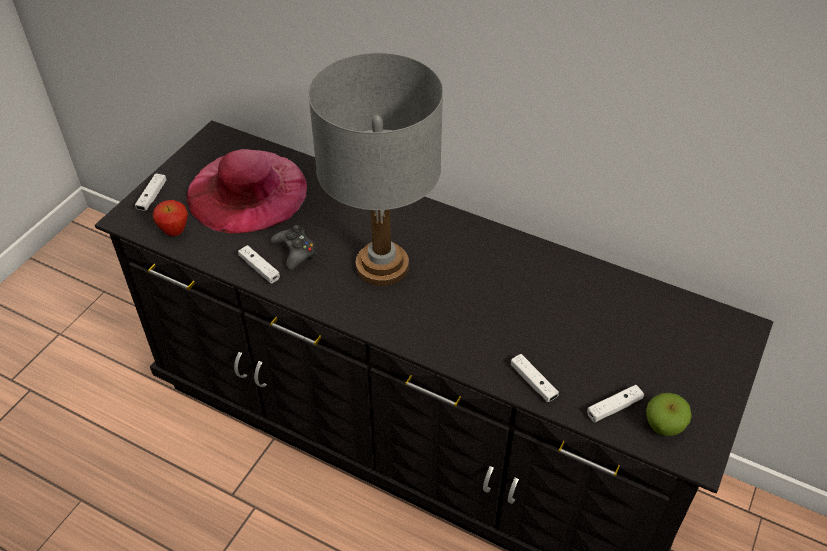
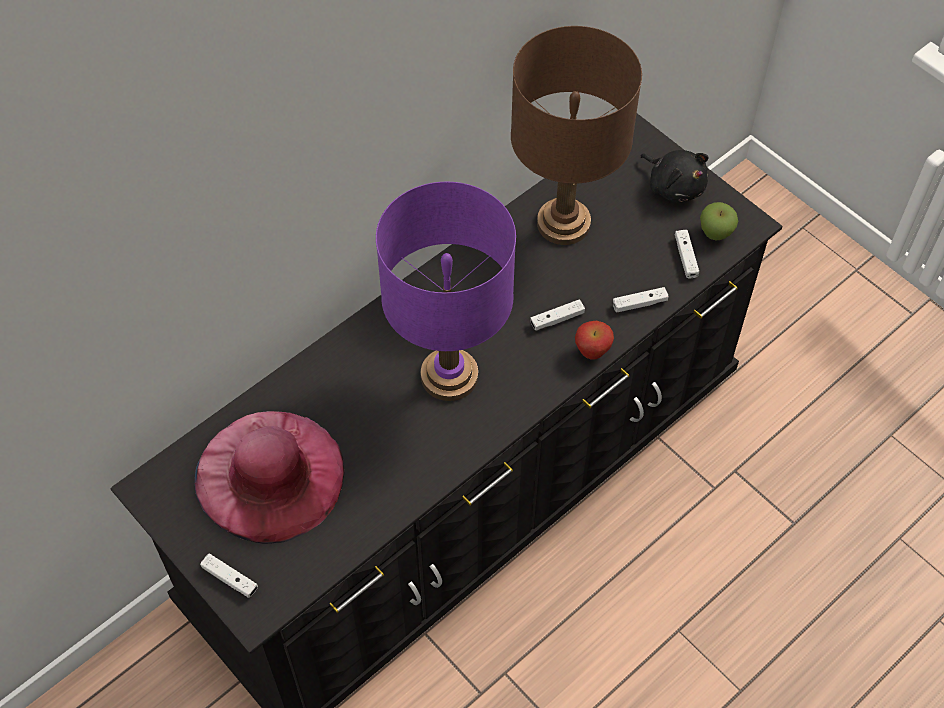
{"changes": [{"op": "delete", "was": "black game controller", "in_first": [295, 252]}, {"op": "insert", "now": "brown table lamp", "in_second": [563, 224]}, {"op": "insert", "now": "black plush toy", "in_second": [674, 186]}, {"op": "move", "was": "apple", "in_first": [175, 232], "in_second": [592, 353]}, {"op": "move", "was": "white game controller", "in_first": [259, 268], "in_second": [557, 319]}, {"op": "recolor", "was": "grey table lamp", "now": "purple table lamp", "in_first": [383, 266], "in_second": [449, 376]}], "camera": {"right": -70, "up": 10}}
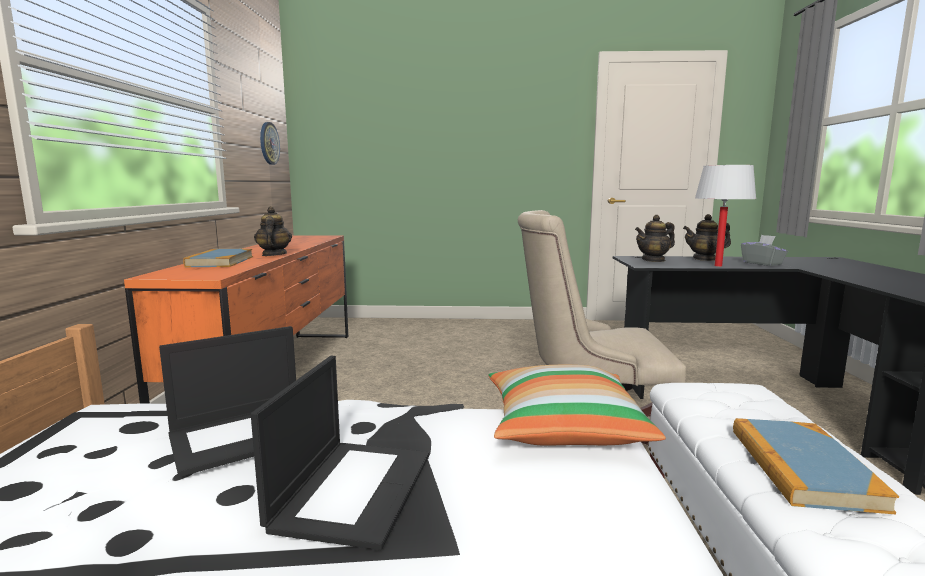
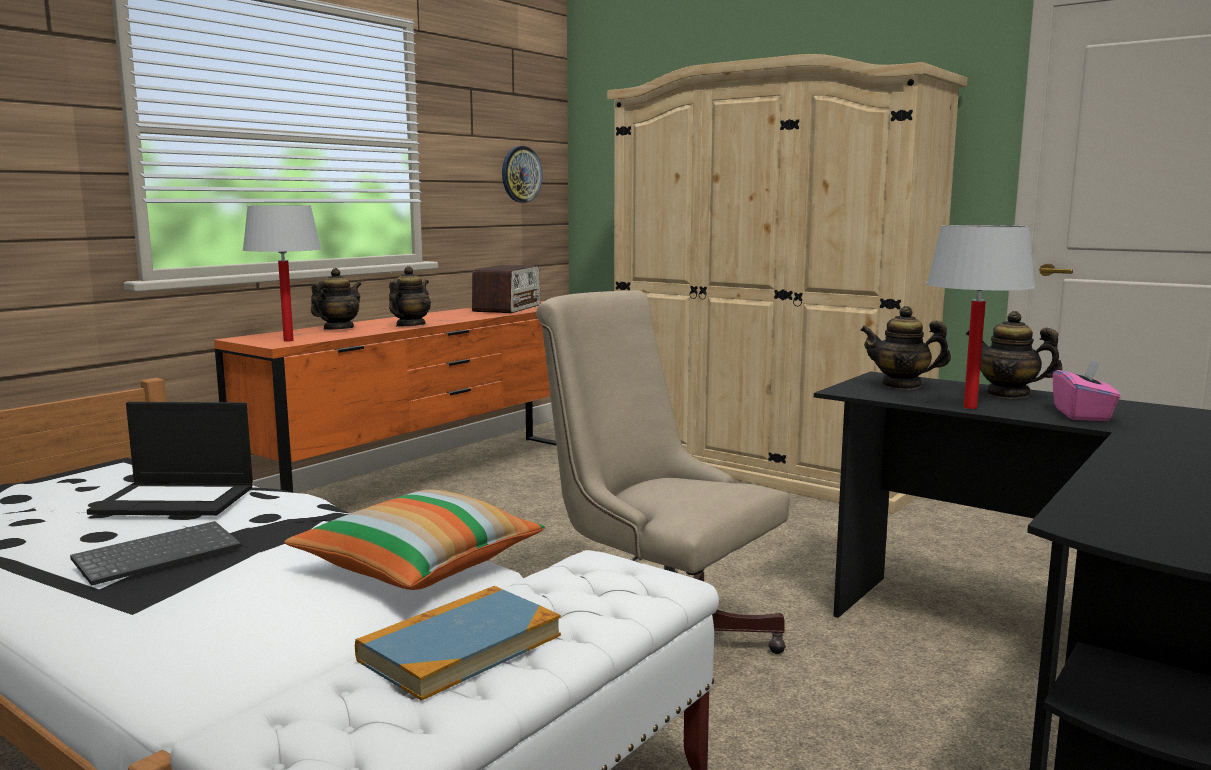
{"changes": [{"op": "insert", "now": "white table lamp", "in_second": [288, 341]}, {"op": "insert", "now": "radio", "in_second": [507, 308]}, {"op": "insert", "now": "beige wardrobe", "in_second": [764, 468]}, {"op": "replace", "was": "book", "now": "teapot", "in_first": [220, 261], "in_second": [338, 329]}, {"op": "replace", "was": "laptop", "now": "keyboard", "in_first": [353, 489], "in_second": [159, 555]}, {"op": "recolor", "was": "grey tissue box", "now": "pink tissue box", "in_first": [762, 263], "in_second": [1082, 415]}], "camera": {"right": 35, "up": 0}}
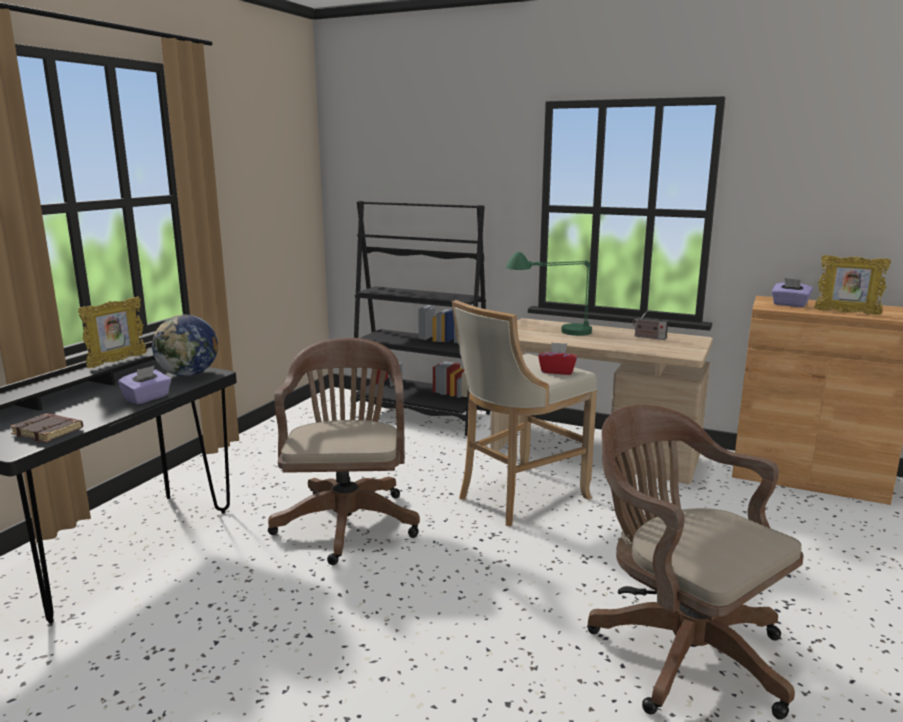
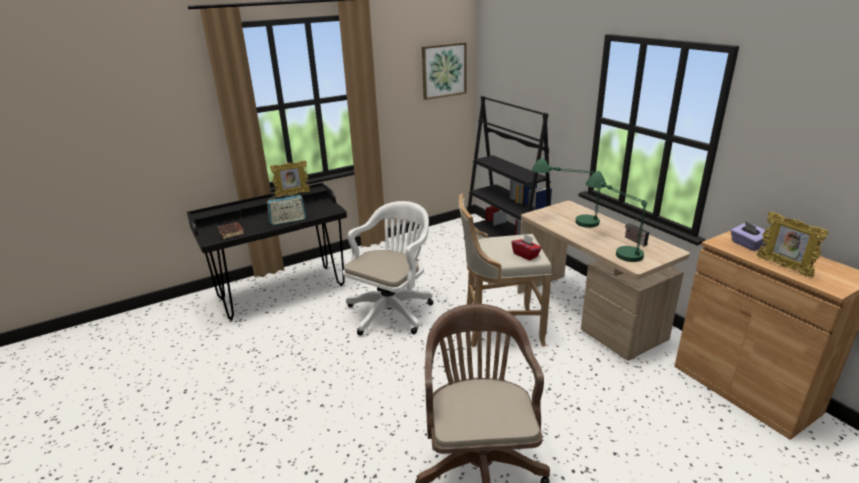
{"changes": [{"op": "delete", "was": "globe", "in_first": [188, 375]}, {"op": "insert", "now": "picture", "in_second": [443, 70]}, {"op": "insert", "now": "green table lamp", "in_second": [612, 246]}, {"op": "replace", "was": "purple tissue box", "now": "radio", "in_first": [147, 398], "in_second": [288, 221]}, {"op": "recolor", "was": "brown office chair", "now": "white office chair", "in_first": [347, 520], "in_second": [392, 310]}], "camera": {"right": 35, "up": 10}}
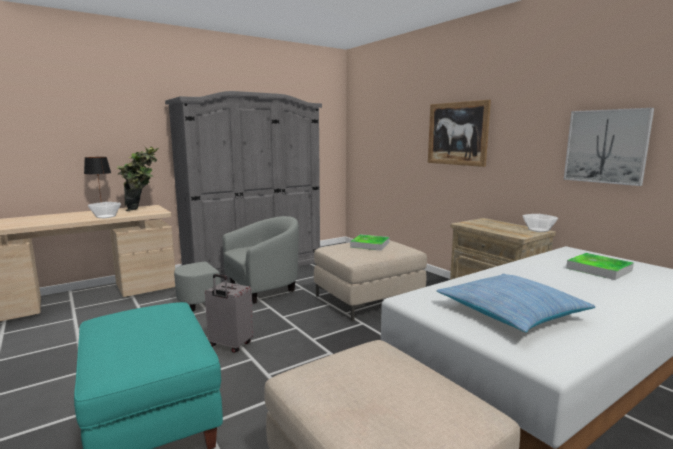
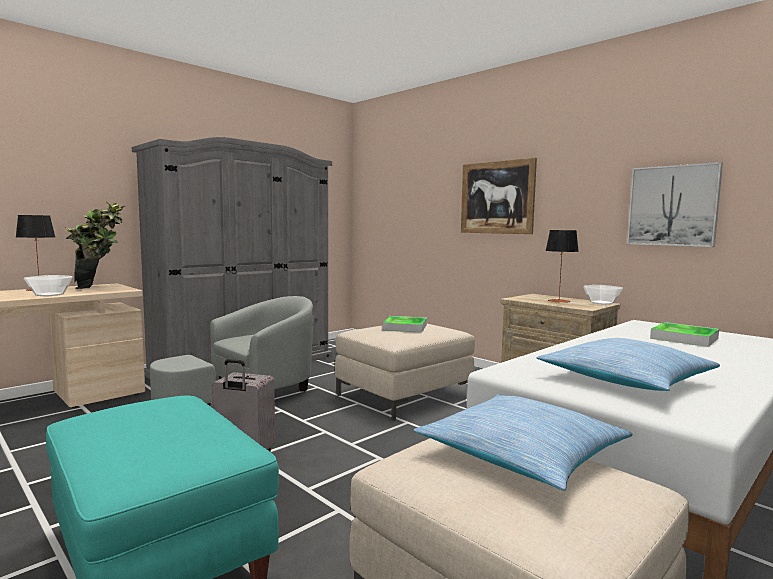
{"changes": [{"op": "insert", "now": "pillow", "in_second": [521, 454]}, {"op": "insert", "now": "table lamp", "in_second": [559, 301]}], "camera": {"right": -10, "up": -5}}
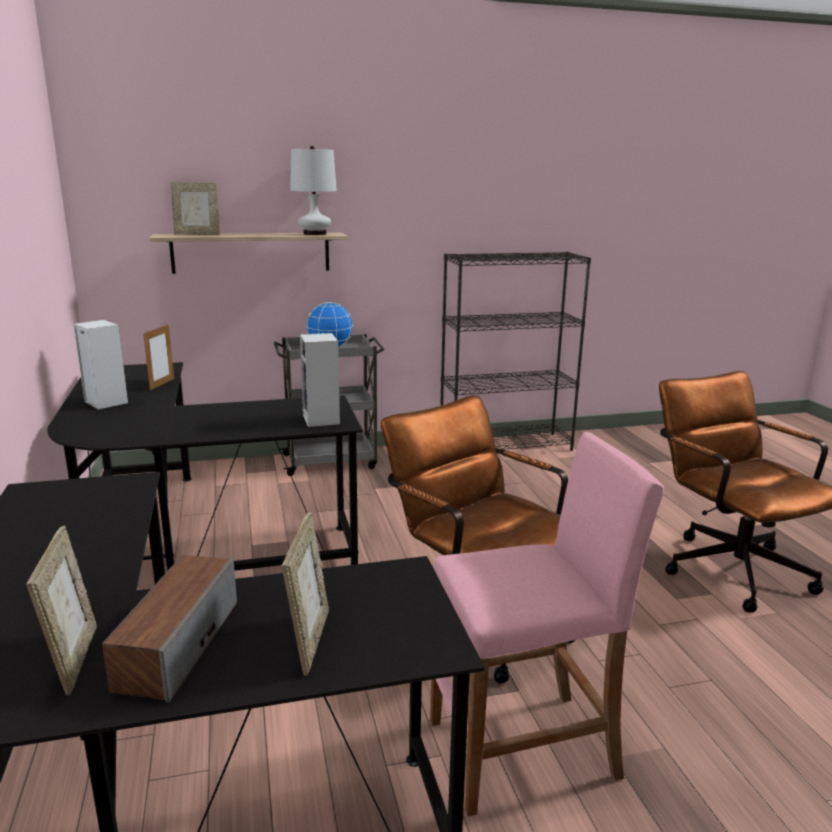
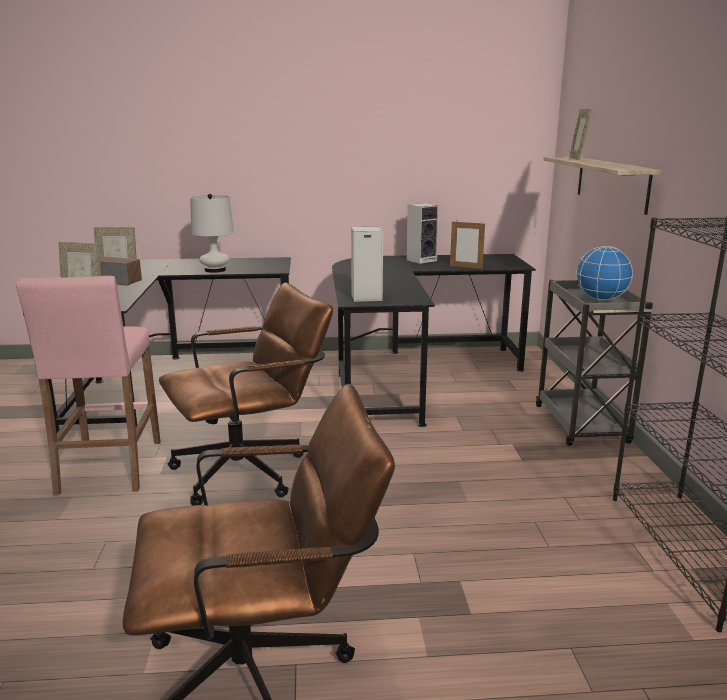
{"changes": [{"op": "move", "was": "white table lamp", "in_first": [315, 234], "in_second": [215, 270]}], "camera": {"right": 100, "up": 0}}
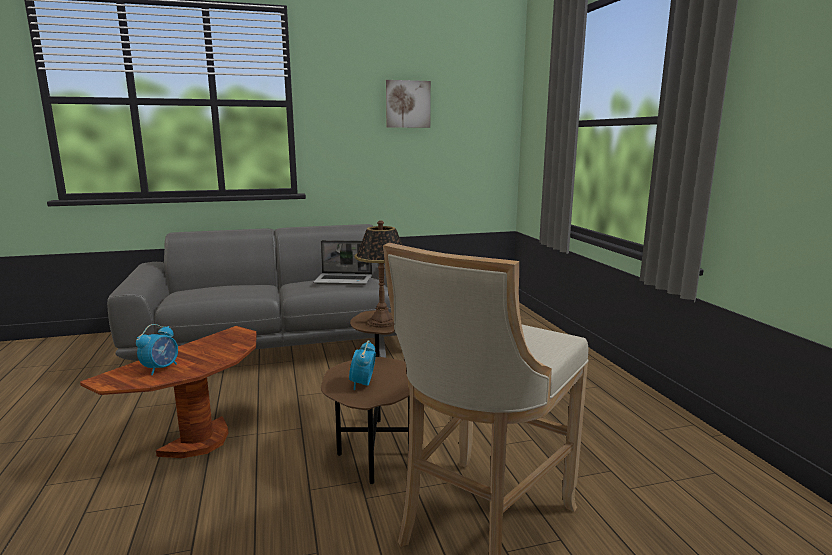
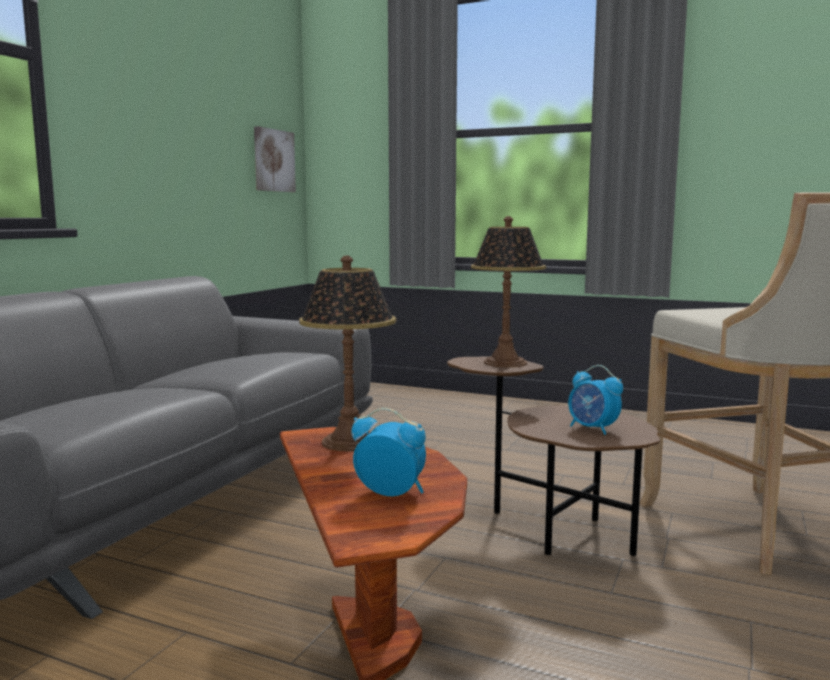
{"changes": [{"op": "delete", "was": "laptop", "in_first": [344, 280]}, {"op": "insert", "now": "table lamp", "in_second": [349, 442]}, {"op": "move", "was": "picture", "in_first": [407, 104], "in_second": [273, 160]}, {"op": "rotate", "was": "alarm clock", "in_first": [161, 368], "in_second": [391, 493], "clockwise": -45}], "camera": {"right": -50, "up": -5}}
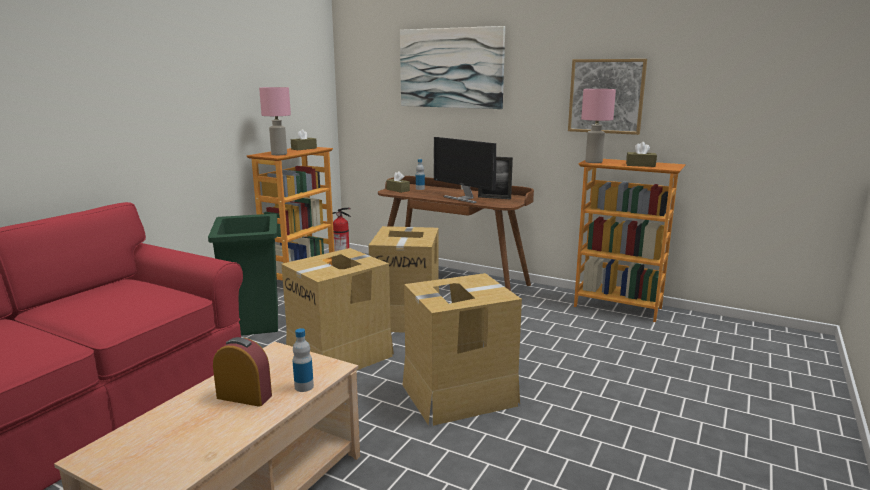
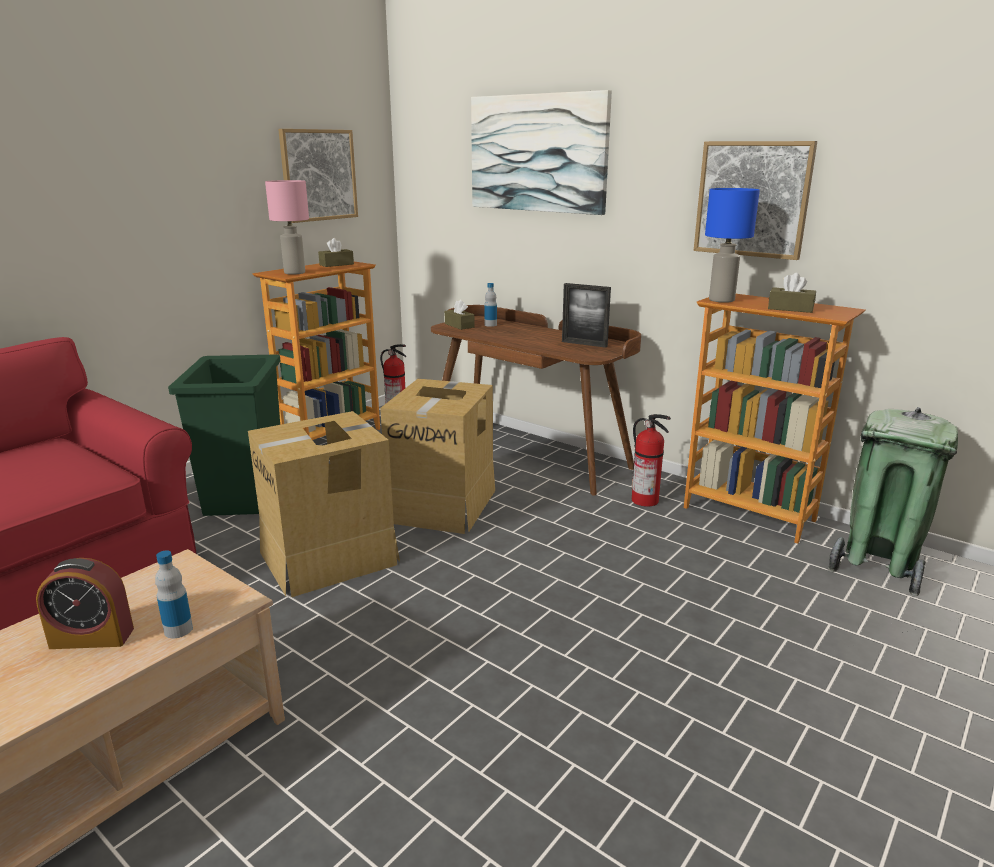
{"changes": [{"op": "delete", "was": "cardboard box", "in_first": [458, 394]}, {"op": "delete", "was": "monitor", "in_first": [463, 198]}, {"op": "insert", "now": "picture", "in_second": [318, 175]}, {"op": "insert", "now": "fire extinguisher", "in_second": [646, 500]}, {"op": "insert", "now": "green trash can", "in_second": [878, 565]}, {"op": "recolor", "was": "pink table lamp", "now": "blue table lamp", "in_first": [593, 162], "in_second": [720, 300]}, {"op": "rotate", "was": "alarm clock", "in_first": [244, 397], "in_second": [92, 638], "clockwise": 150}], "camera": {"right": 10, "up": 5}}
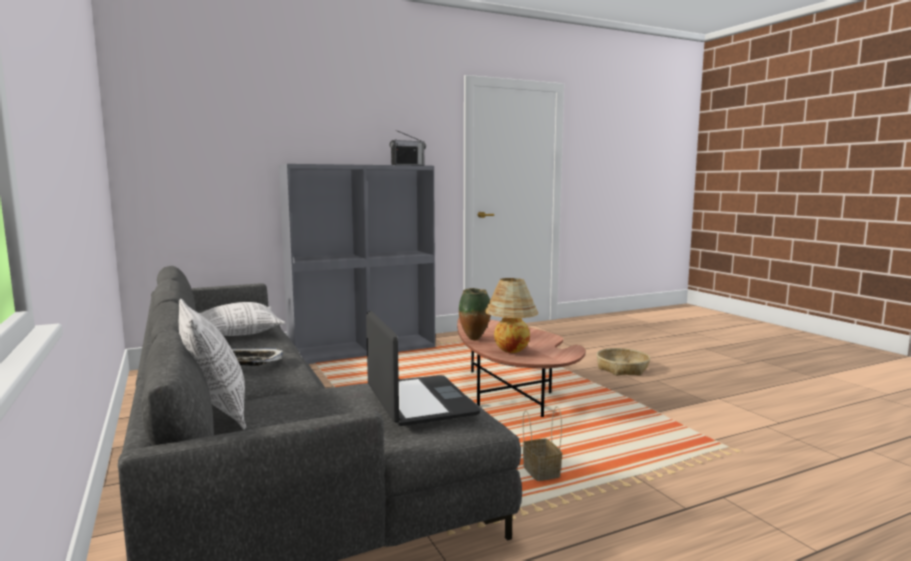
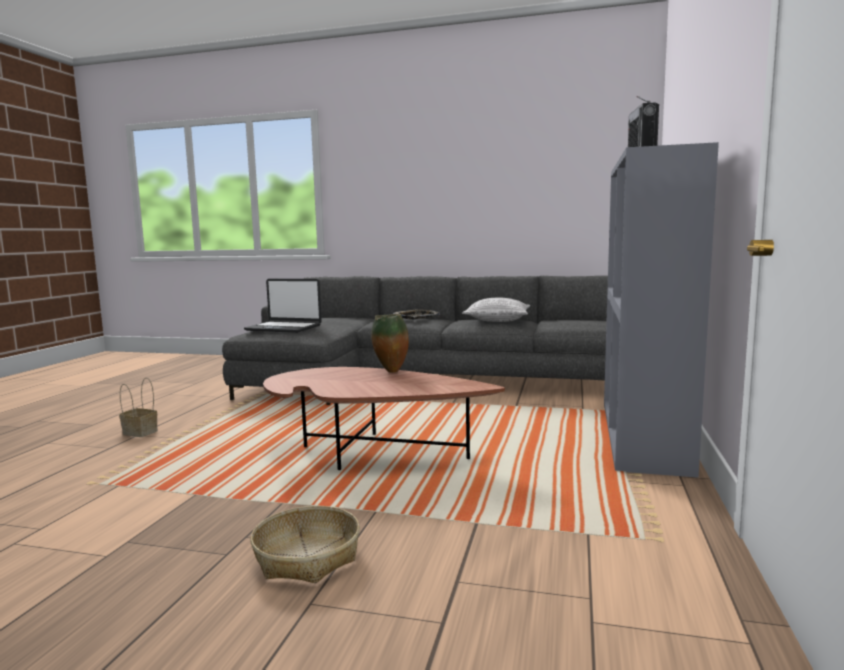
{"changes": [{"op": "delete", "was": "pillow", "in_first": [216, 412]}, {"op": "delete", "was": "table lamp", "in_first": [510, 352]}, {"op": "move", "was": "basket", "in_first": [540, 471], "in_second": [141, 432]}], "camera": {"right": 130, "up": 0}}
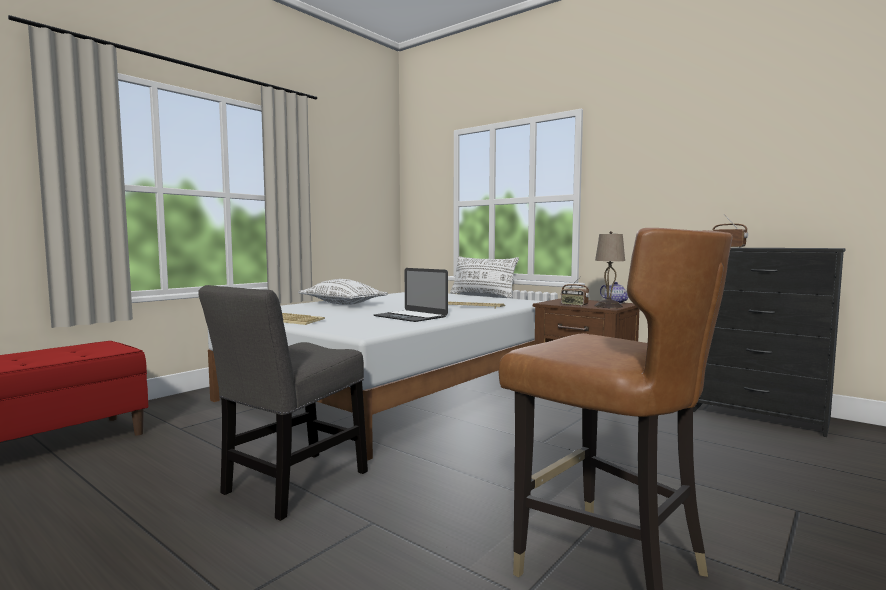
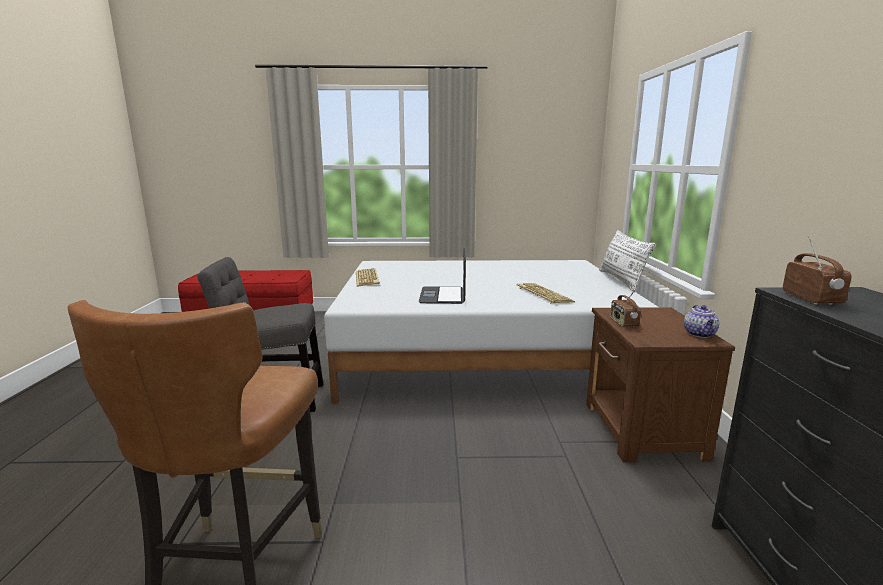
{"changes": [{"op": "delete", "was": "white pillow", "in_first": [342, 304]}, {"op": "delete", "was": "beige table lamp", "in_first": [608, 306]}], "camera": {"right": 50, "up": 10}}
